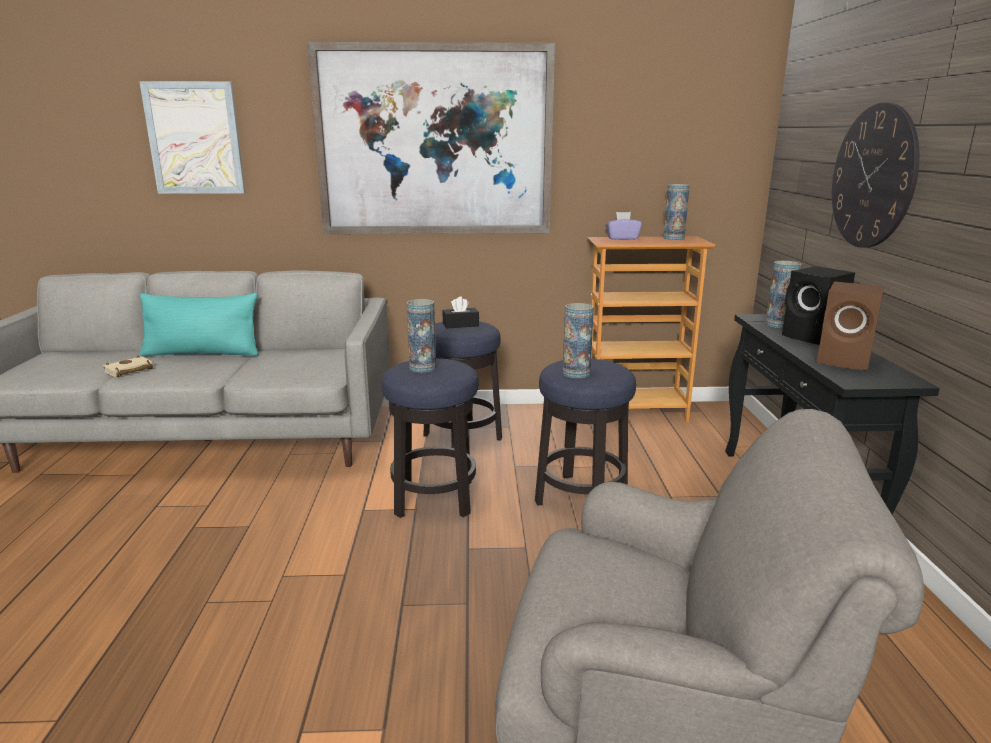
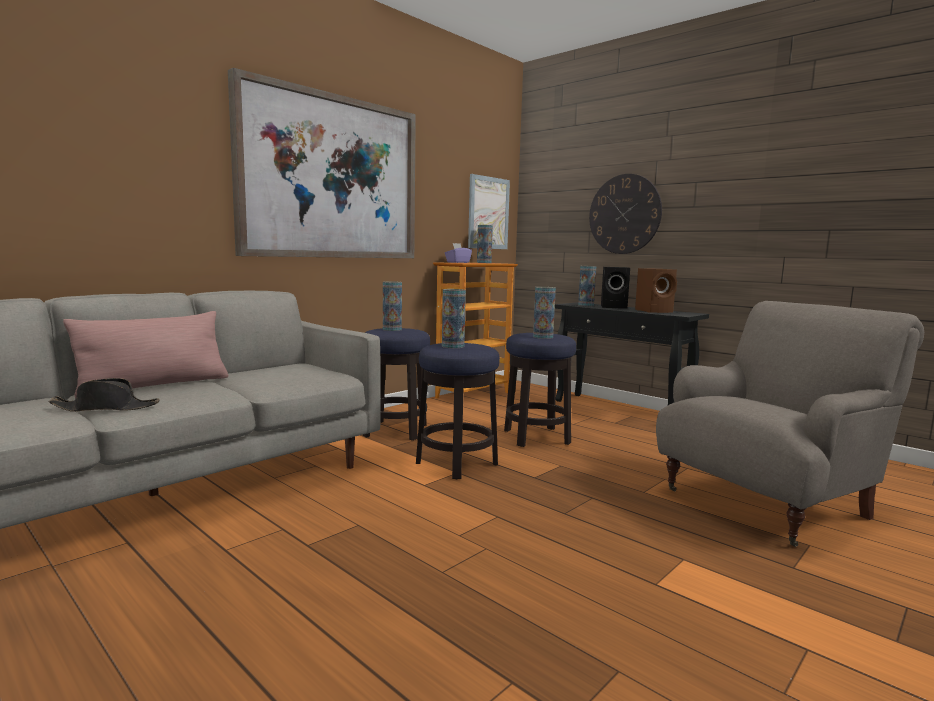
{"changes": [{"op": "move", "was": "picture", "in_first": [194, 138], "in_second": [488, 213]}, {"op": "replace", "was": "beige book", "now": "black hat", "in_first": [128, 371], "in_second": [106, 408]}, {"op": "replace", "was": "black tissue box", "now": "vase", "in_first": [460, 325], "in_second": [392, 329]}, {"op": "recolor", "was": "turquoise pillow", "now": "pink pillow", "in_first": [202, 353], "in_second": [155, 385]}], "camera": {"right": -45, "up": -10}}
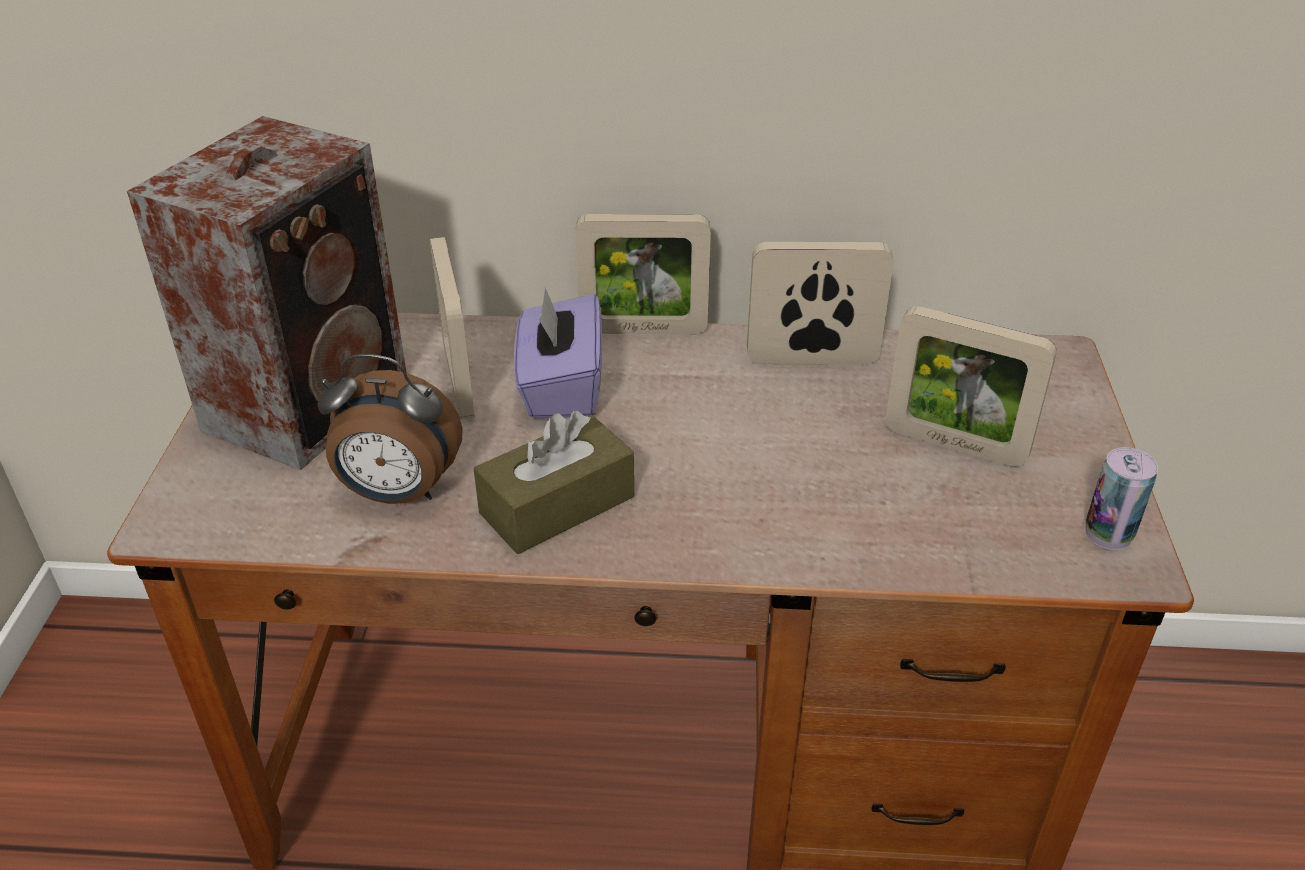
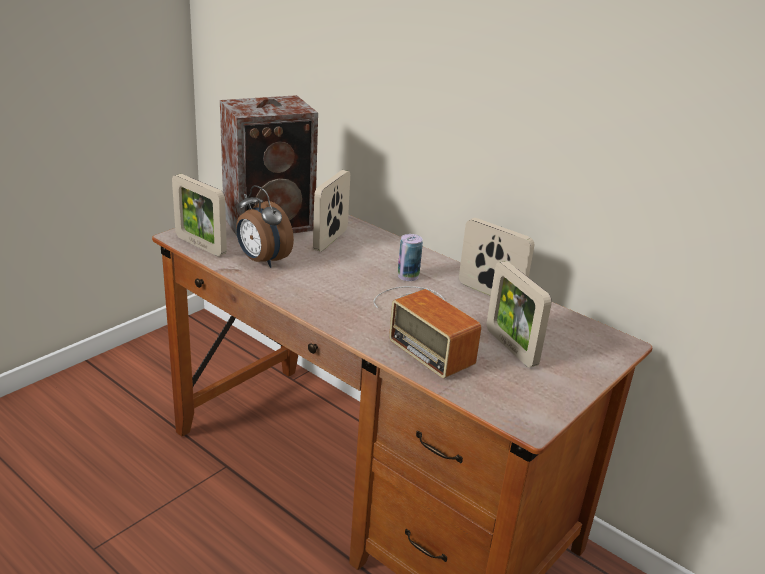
{"changes": [{"op": "delete", "was": "brown tissue box", "in_first": [557, 505]}, {"op": "delete", "was": "purple tissue box", "in_first": [561, 388]}, {"op": "insert", "now": "radio", "in_second": [424, 325]}, {"op": "move", "was": "picture frame", "in_first": [643, 330], "in_second": [200, 245]}, {"op": "move", "was": "can", "in_first": [1108, 534], "in_second": [408, 276]}], "camera": {"right": 35, "up": -10}}
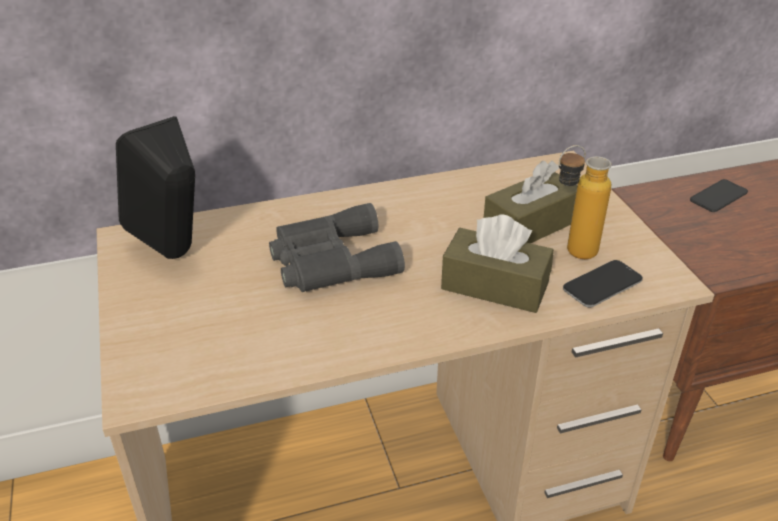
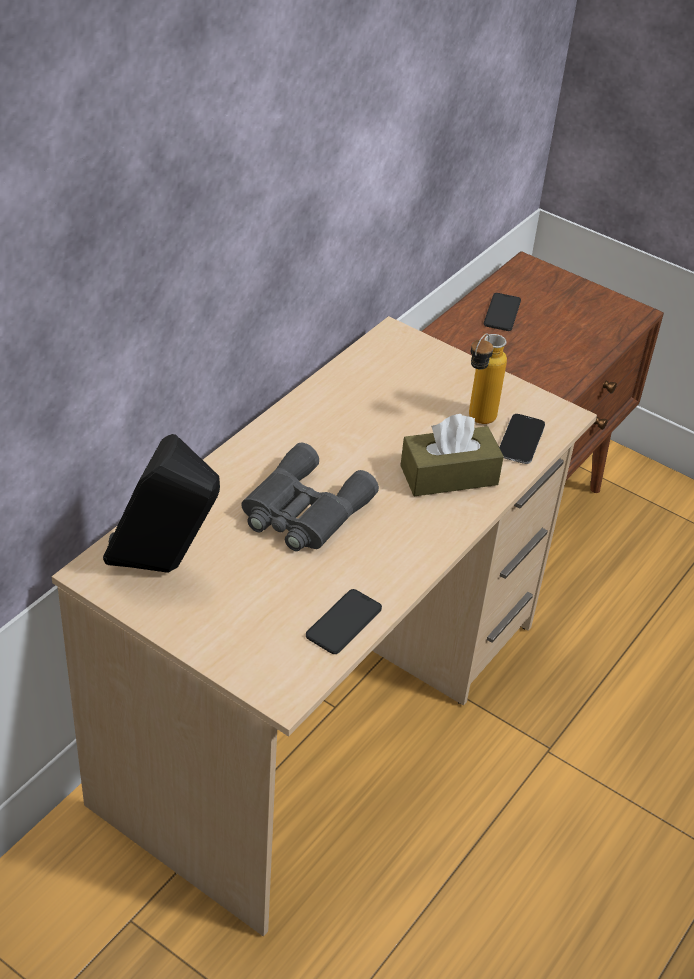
{"changes": [{"op": "delete", "was": "brown tissue box", "in_first": [530, 225]}, {"op": "insert", "now": "phone", "in_second": [344, 622]}], "camera": {"right": -40, "up": 5}}
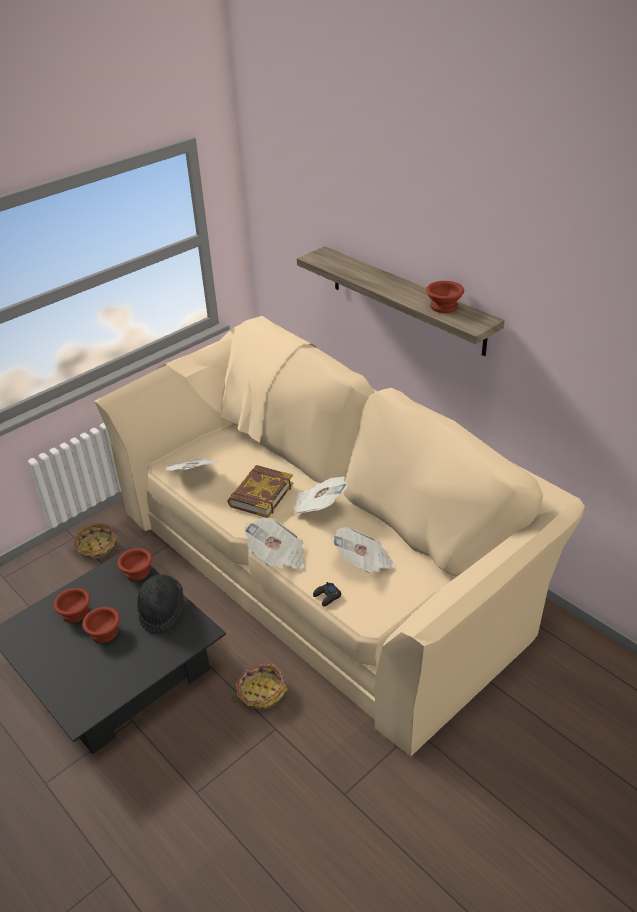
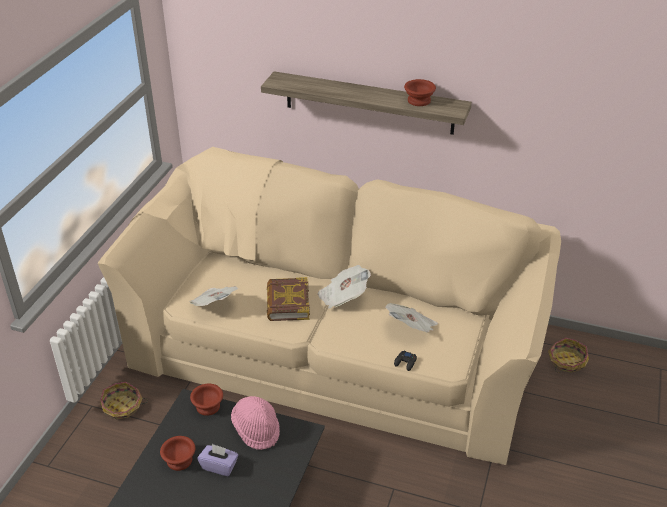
{"changes": [{"op": "delete", "was": "newspaper", "in_first": [278, 556]}, {"op": "move", "was": "basket", "in_first": [261, 693], "in_second": [566, 361]}, {"op": "replace", "was": "brown bowl", "now": "purple tissue box", "in_first": [103, 632], "in_second": [219, 466]}, {"op": "recolor", "was": "black hat", "now": "pink hat", "in_first": [161, 611], "in_second": [256, 429]}], "camera": {"right": -30, "up": 0}}
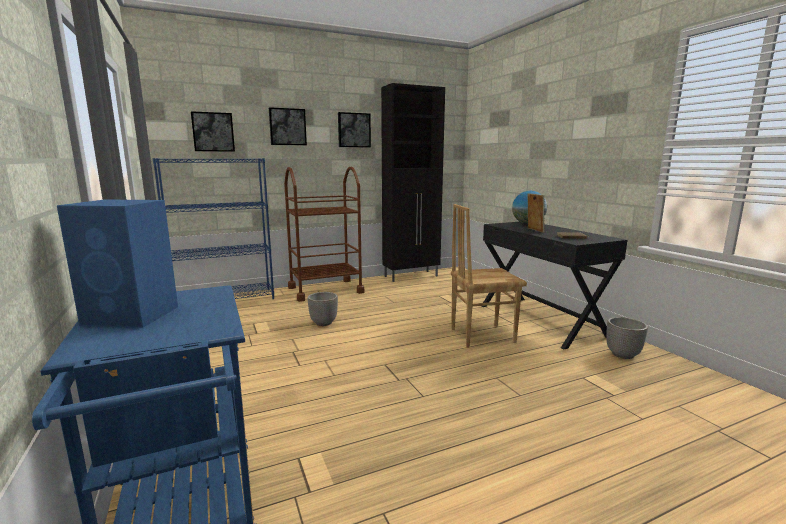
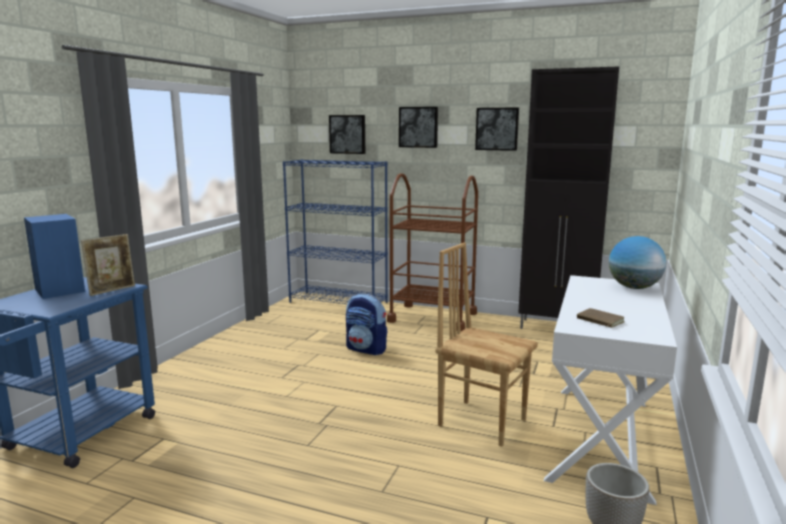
{"changes": [{"op": "move", "was": "picture frame", "in_first": [534, 230], "in_second": [112, 290]}, {"op": "replace", "was": "planter", "now": "backpack", "in_first": [324, 323], "in_second": [366, 349]}, {"op": "recolor", "was": "black desk", "now": "white desk", "in_first": [540, 320], "in_second": [602, 438]}], "camera": {"right": 45, "up": 0}}
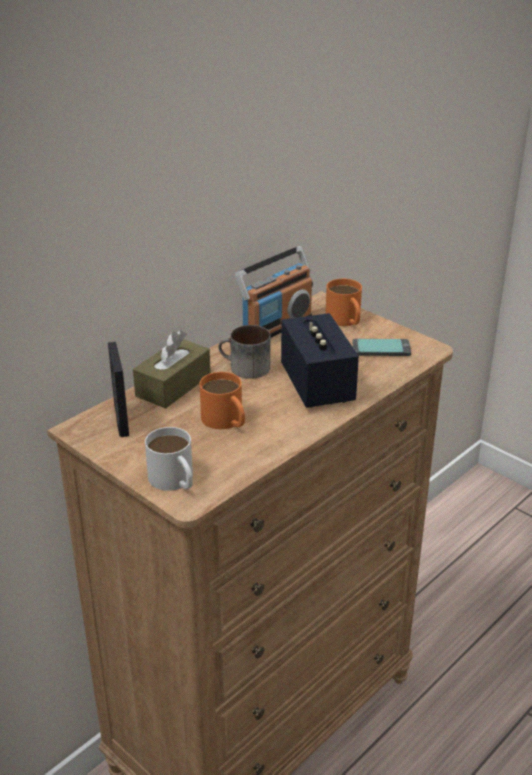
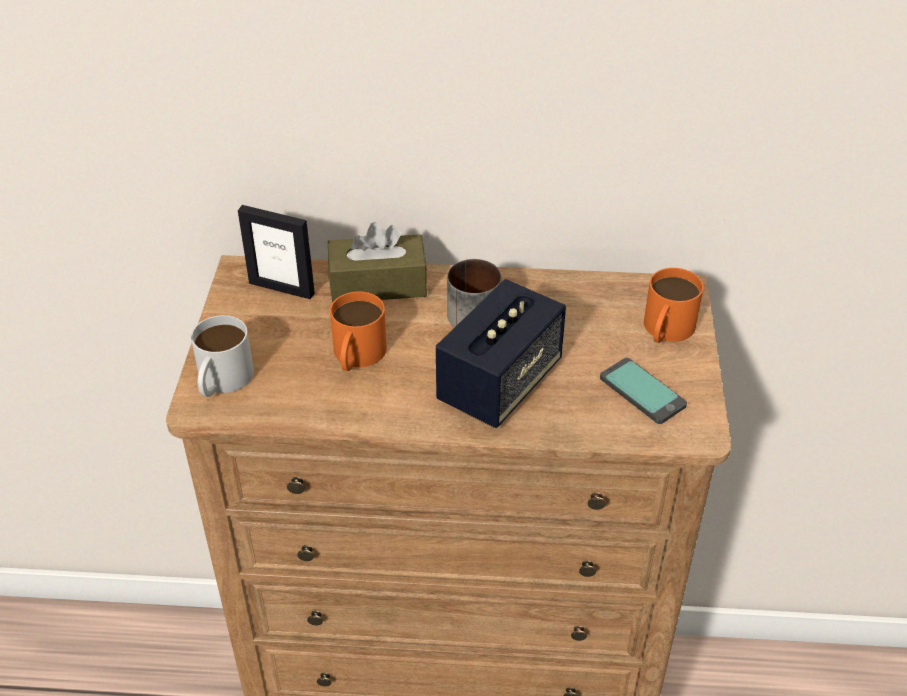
{"changes": [{"op": "delete", "was": "radio", "in_first": [276, 326]}, {"op": "rotate", "was": "picture frame", "in_first": [121, 420], "in_second": [282, 288], "clockwise": 75}], "camera": {"right": 50, "up": 10}}
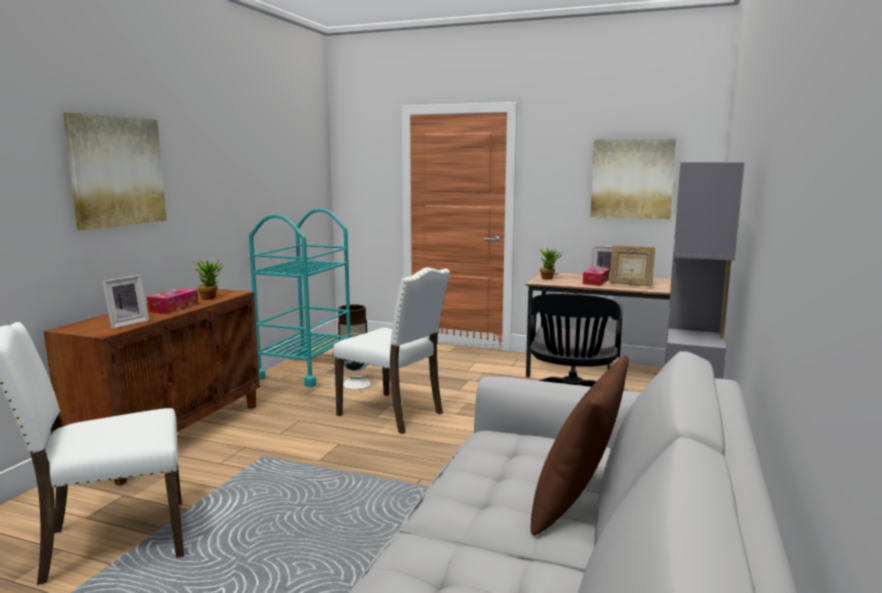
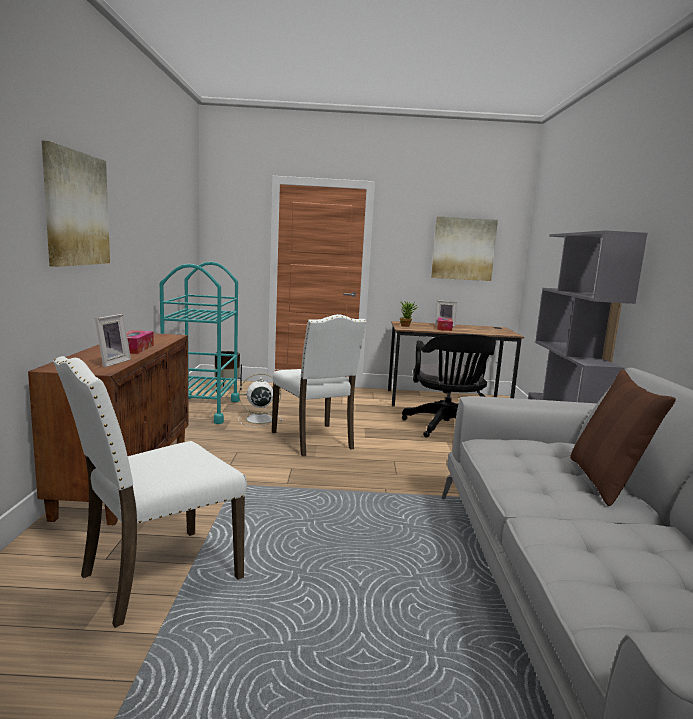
{"changes": [{"op": "delete", "was": "potted plant", "in_first": [210, 297]}, {"op": "delete", "was": "picture frame", "in_first": [630, 284]}, {"op": "rotate", "was": "white chair", "in_first": [393, 413], "in_second": [314, 440], "clockwise": 45}], "camera": {"right": -20, "up": 0}}
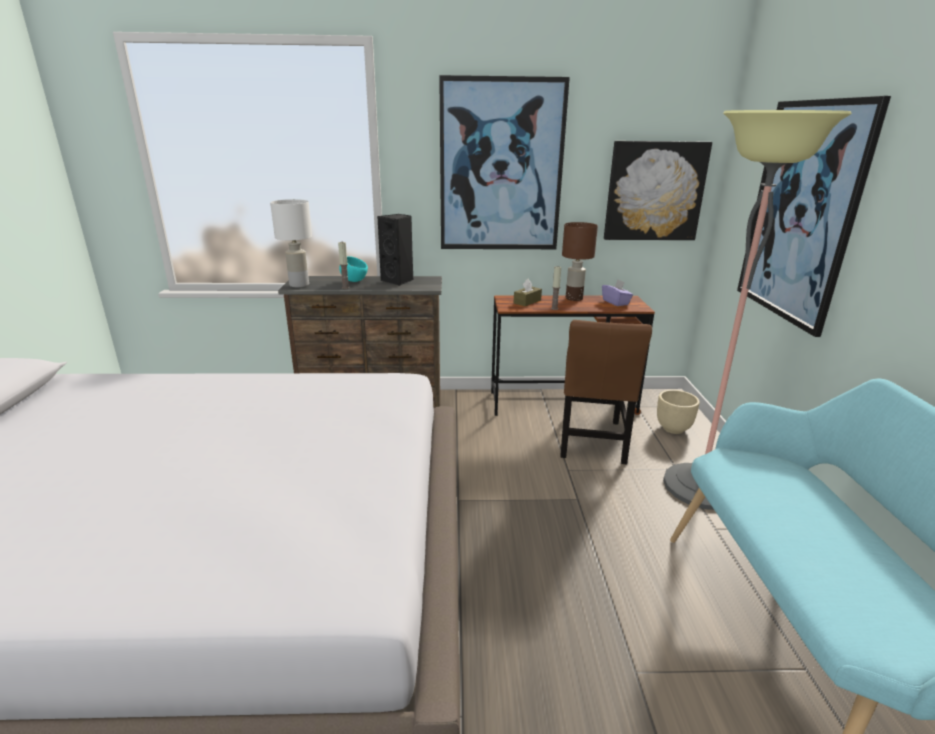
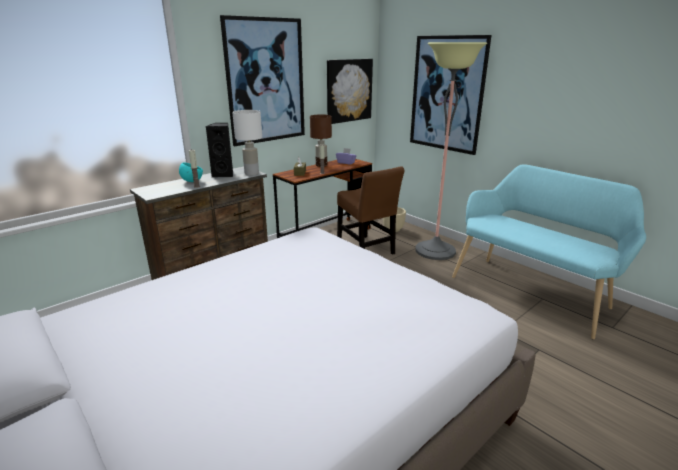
{"changes": [{"op": "move", "was": "white table lamp", "in_first": [299, 285], "in_second": [251, 173]}], "camera": {"right": -40, "up": 0}}
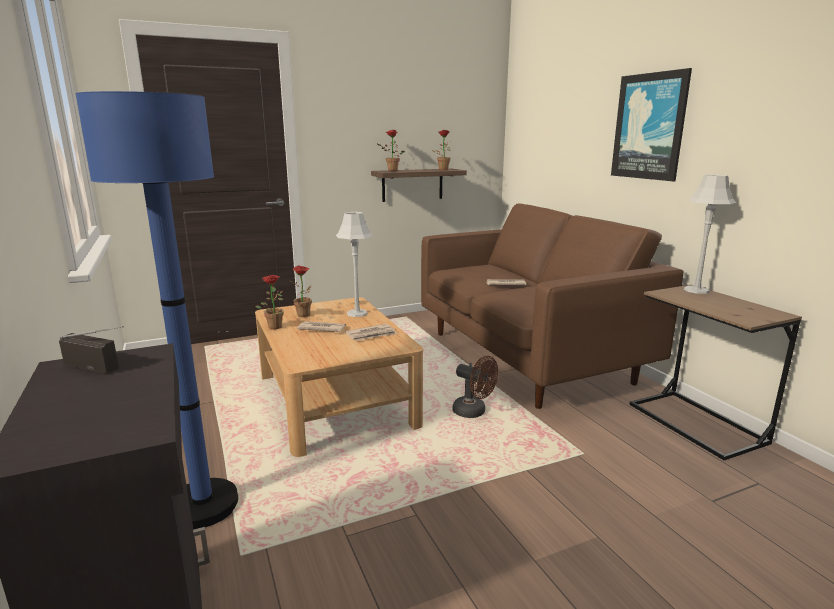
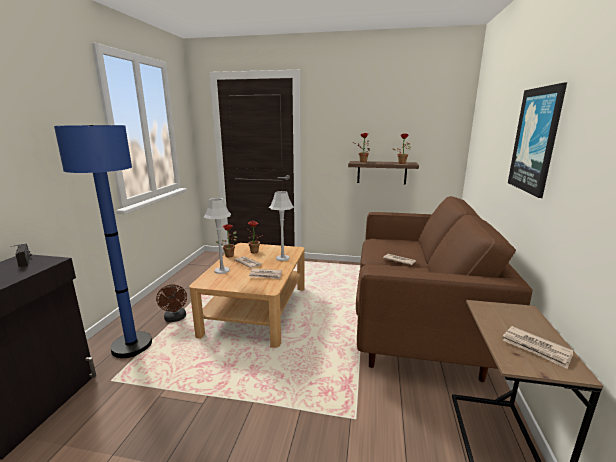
{"changes": [{"op": "insert", "now": "newspaper", "in_second": [536, 348]}, {"op": "move", "was": "brown fan", "in_first": [474, 412], "in_second": [175, 319]}, {"op": "move", "was": "grey table lamp", "in_first": [696, 290], "in_second": [222, 270]}], "camera": {"right": 35, "up": 0}}
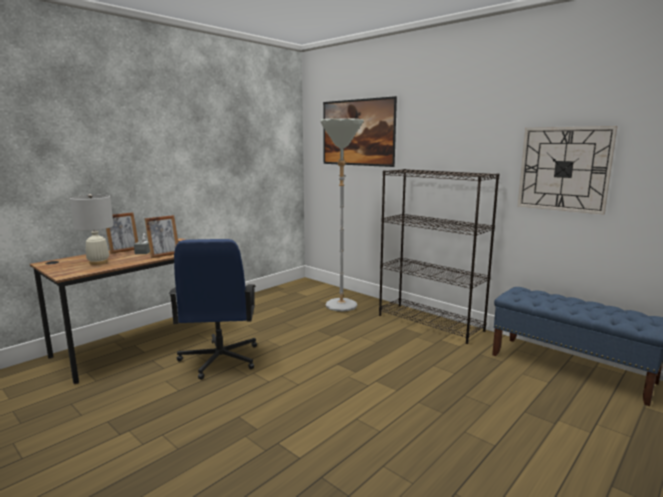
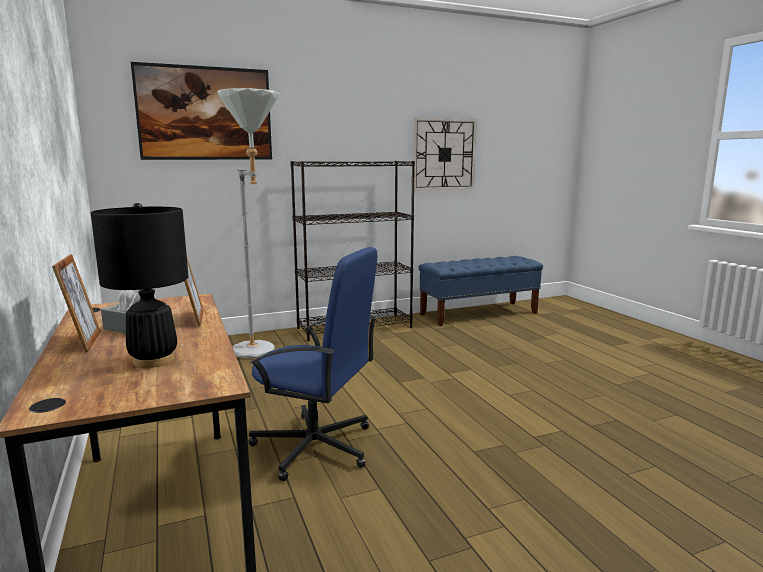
{"changes": [{"op": "recolor", "was": "white table lamp", "now": "black table lamp", "in_first": [98, 262], "in_second": [154, 360]}], "camera": {"right": -65, "up": 0}}
